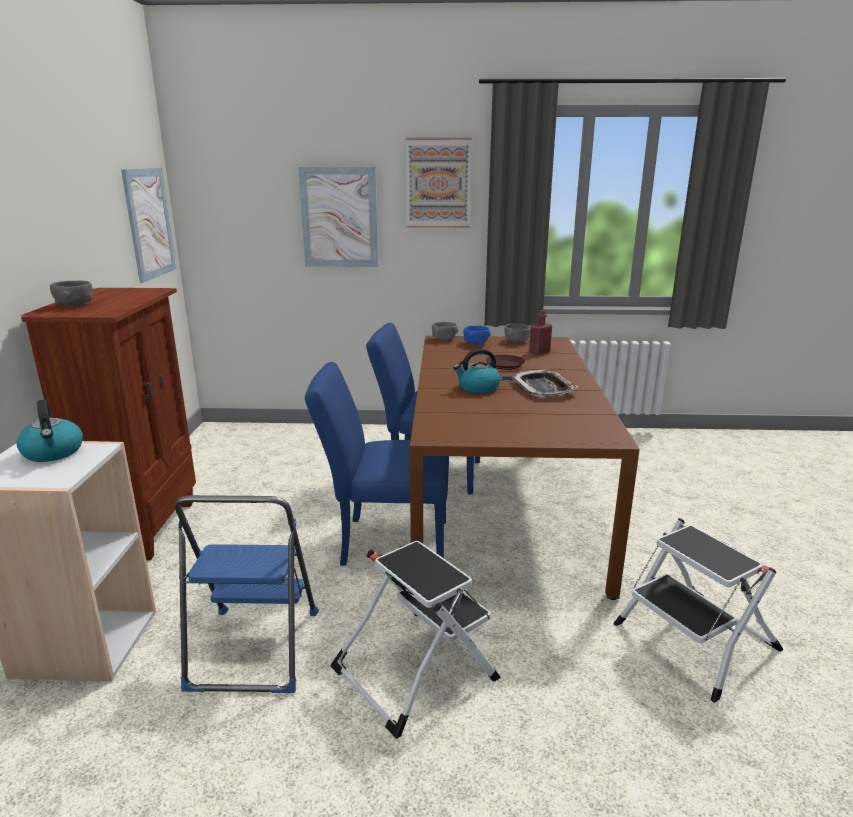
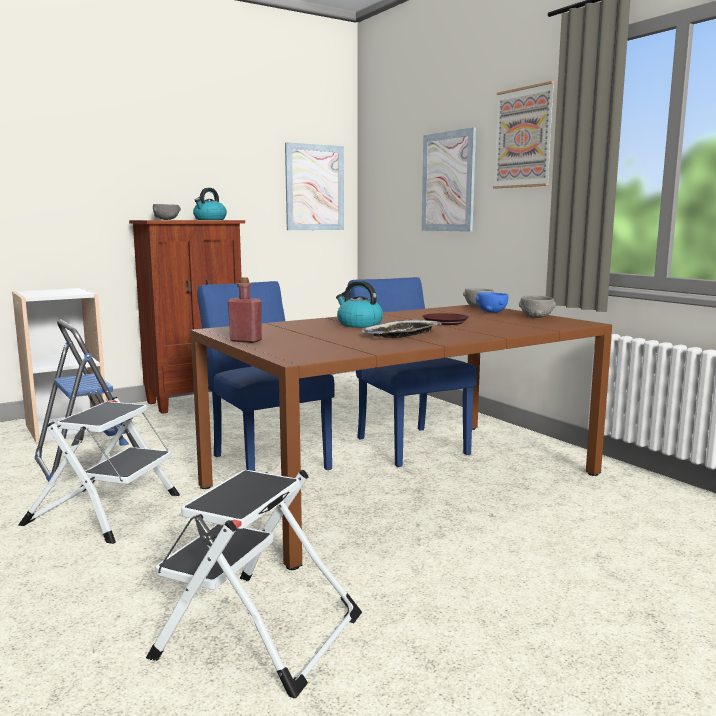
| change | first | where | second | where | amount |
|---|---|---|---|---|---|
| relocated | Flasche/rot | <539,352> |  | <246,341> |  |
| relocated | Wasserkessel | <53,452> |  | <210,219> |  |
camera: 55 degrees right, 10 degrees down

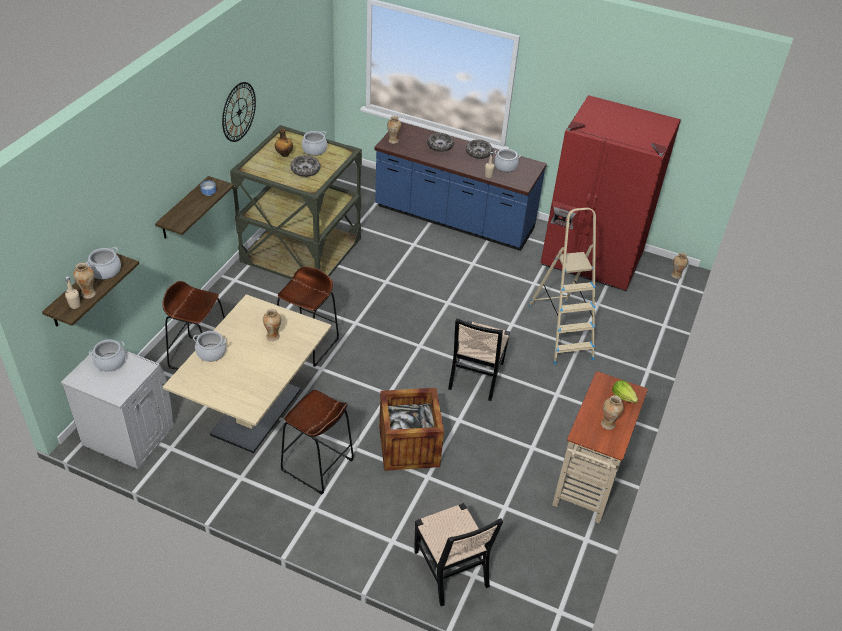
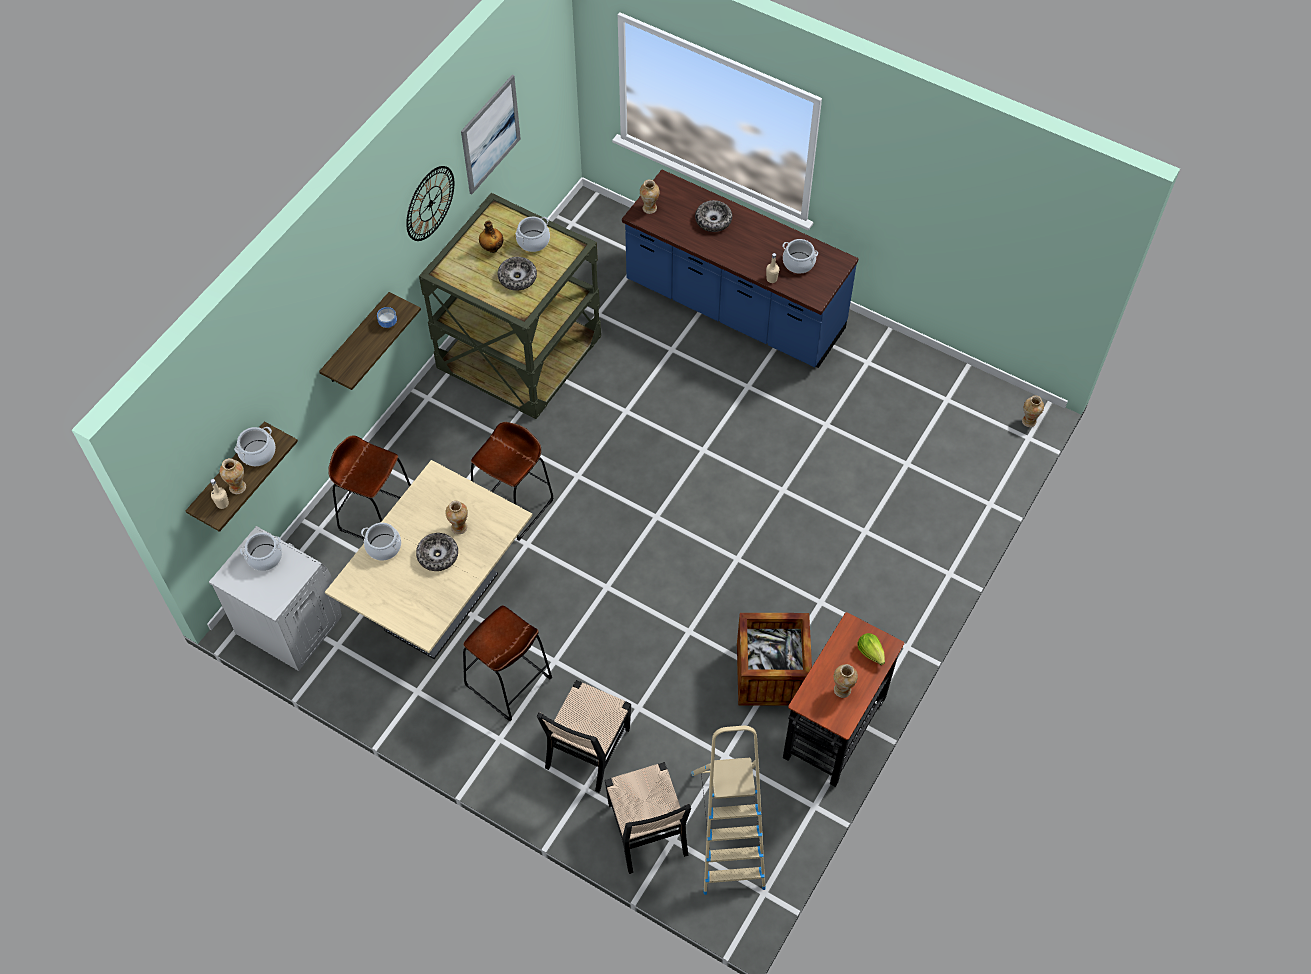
| change | first | where | second | where | amount |
|---|---|---|---|---|---|
| missing | Kühlschrank/rot | <591,260> |  |  |  |
| relocated | Schüssel | <478,152> |  | <438,555> |  |
| relocated | Trittleiter/beige | <560,331> |  | <728,830> |  |
| relocated | Stuhl | <476,376> |  | <588,749> |  |
| colour | Rollwagen/beige | <587,483> | Rollwagen/schwarz | <833,731> |  |
| relocated | Kiste | <409,446> |  | <771,674> |  |
| appeared |  |  | Bild | <490,134> |  |
camera: 10 degrees right, 15 degrees up

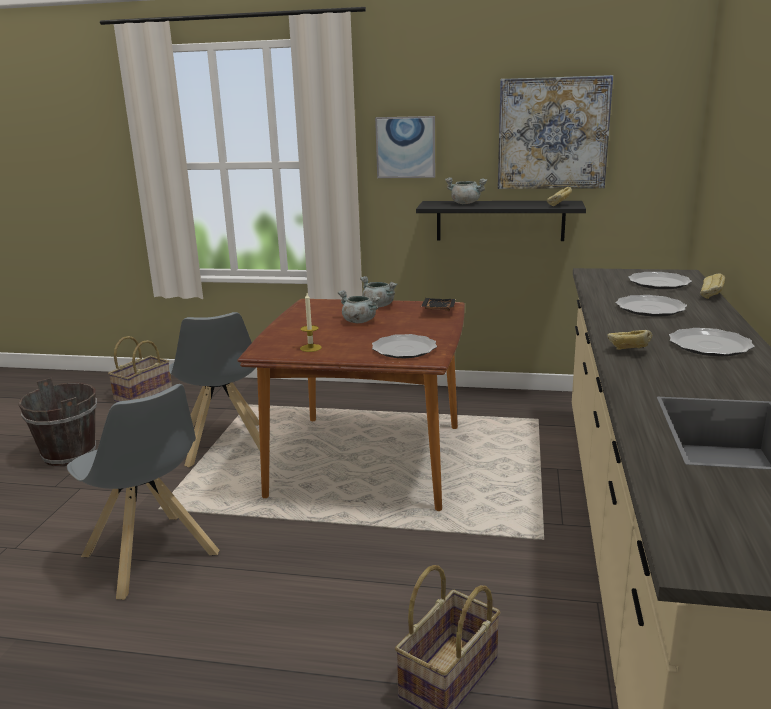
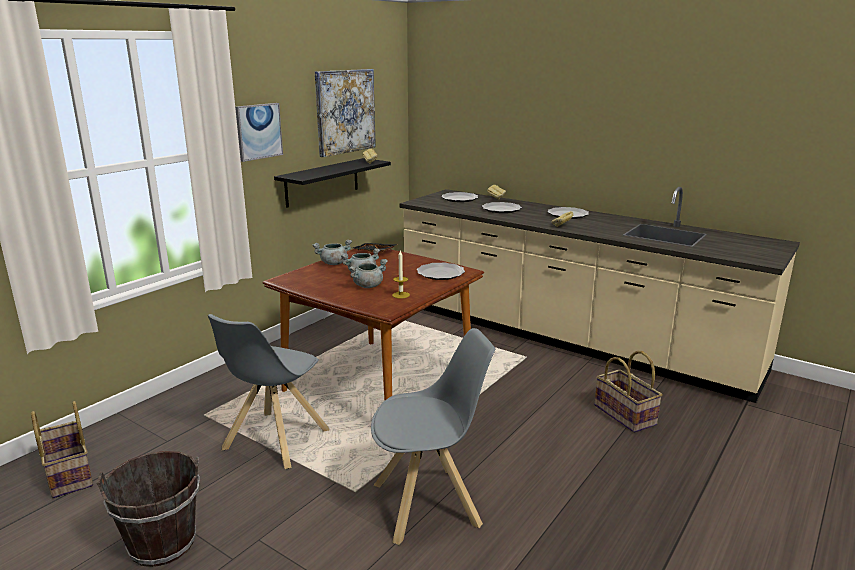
| change | first | where | second | where | amount |
|---|---|---|---|---|---|
| relocated | Kochtopf/grau | <466,203> |  | <368,286> |  |
| spun | Stuhl/grau | <224,445> |  | <274,440> | 105 degrees clockwise |
camera: 65 degrees left, 0 degrees up

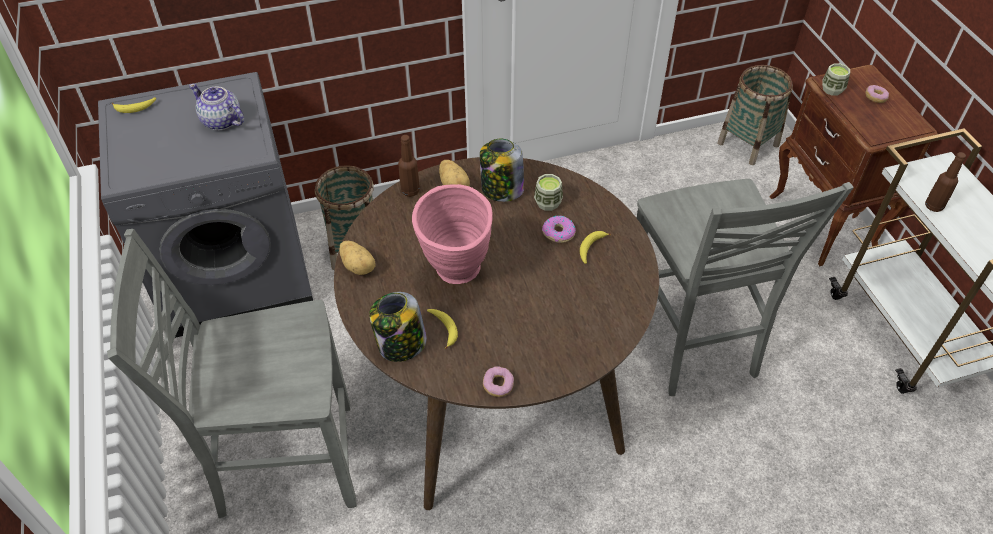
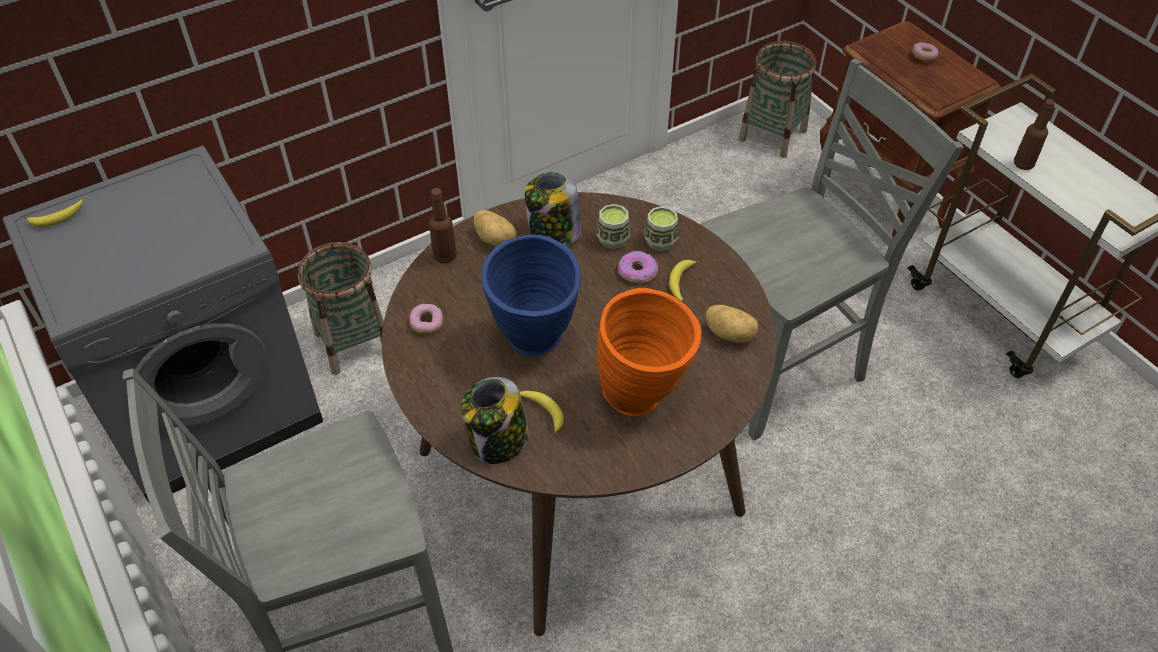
| change | first | where | second | where | amount |
|---|---|---|---|---|---|
| relocated | Tasse | <832,89> |  | <660,242> |  |
| missing | Teekanne | <221,121> |  |  |  |
| spun | Stuhl/grau | <691,340> |  | <779,369> | 90 degrees counterclockwise |
| colour | Vase/rosa | <456,276> | Vase/blau | <536,346> |  |
| relocated | Kartoffel | <359,266> |  | <730,333> |  |
| relocated | Donut | <498,385> |  | <427,324> |  |
| appeared |  |  | Vase/orange | <645,398> |  |
camera: 15 degrees left, 0 degrees up

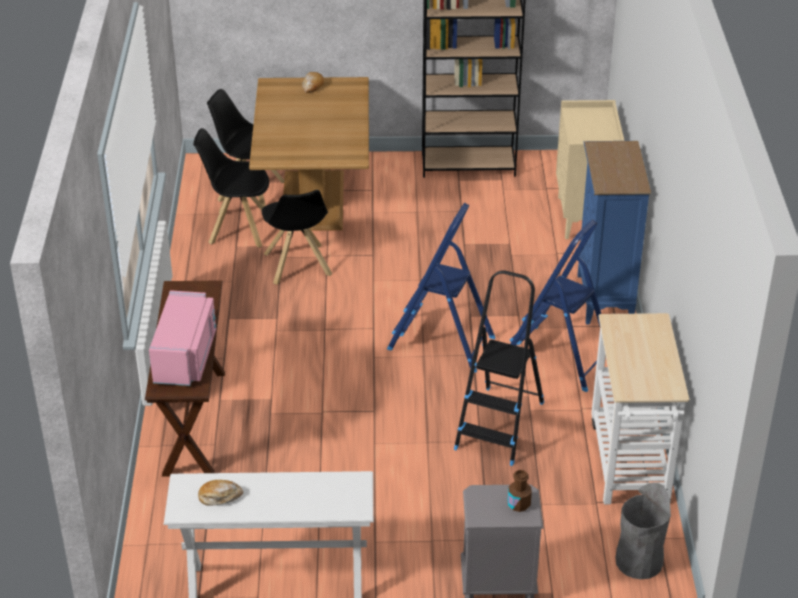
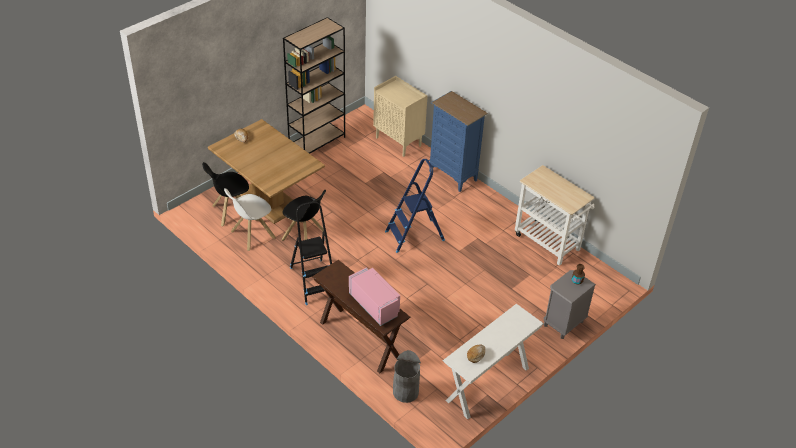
| change | first | where | second | where | amount |
|---|---|---|---|---|---|
| colour | Stuhl/schwarz | <237,229> | Stuhl/weiß | <251,235> |  |
| missing | Trittleiter/blau | <558,357> |  |  |  |
| relocated | Trittleiter/schwarz | <499,426> |  | <314,282> |  |
| relocated | Mülleimer/grau | <639,561> |  | <405,392> |  |
camera: 45 degrees left, 5 degrees up

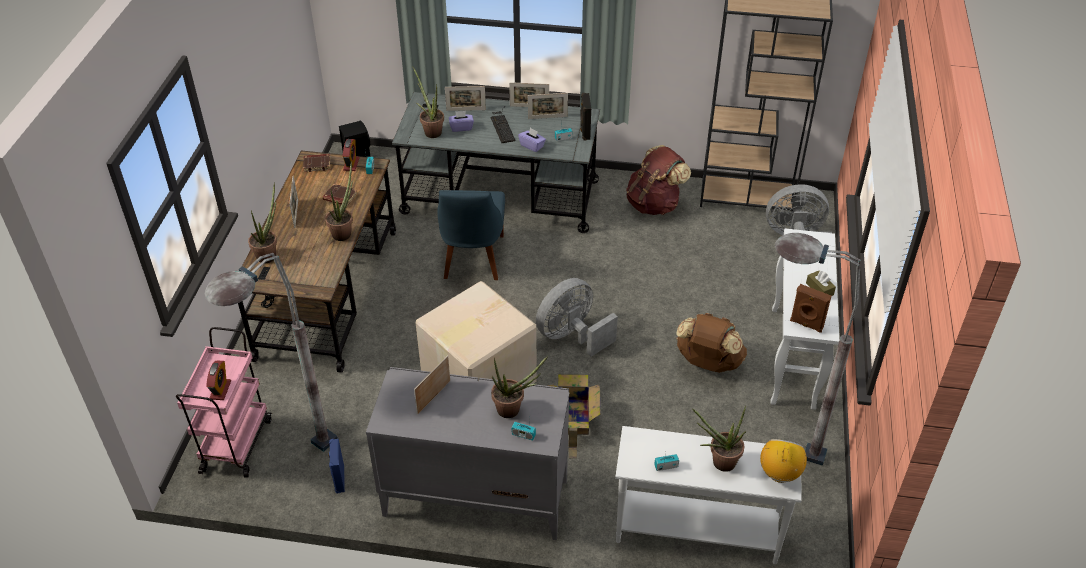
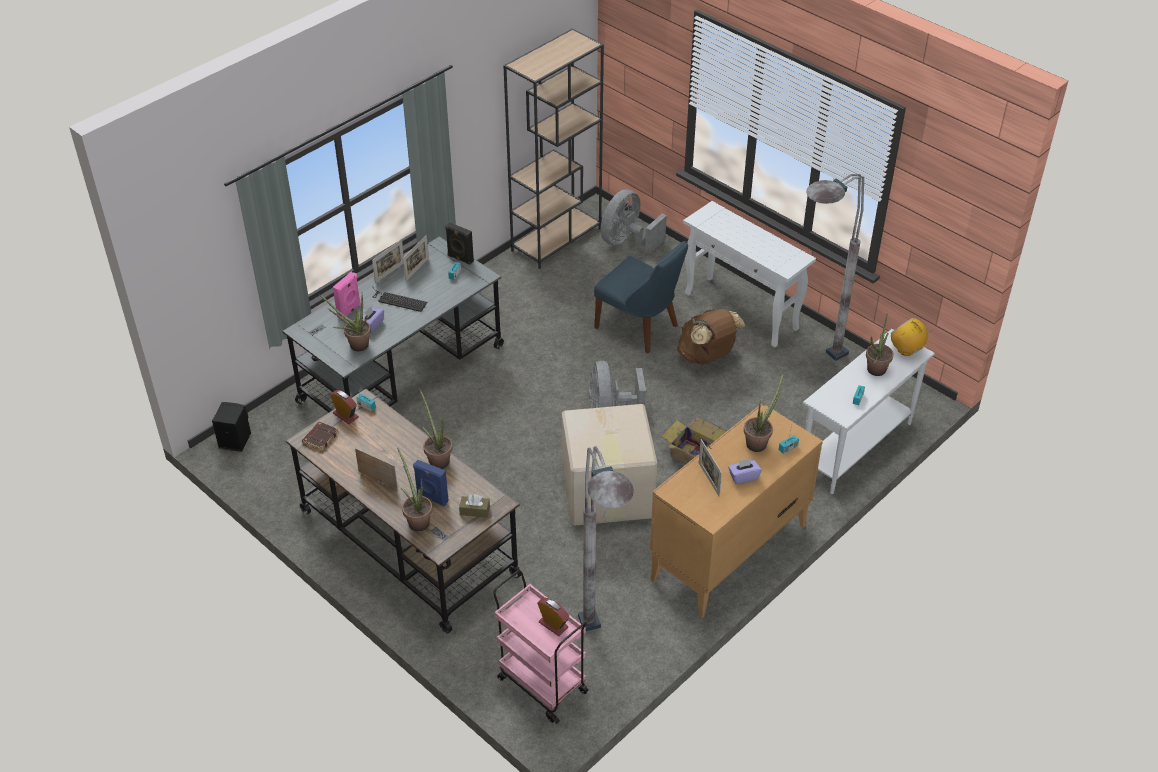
| change | first | where | second | where | amount |
|---|---|---|---|---|---|
| exchanged | Bilderrahmen | <466,110> | Lautsprecher/rosa | <350,311> |  |
| relocated | Taschentuchbox/lila | <532,146> |  | <743,477> |  |
| missing | Rucksack/braun | <654,204> |  |  |  |
| missing | Buch/braun | <339,197> |  |  |  |
| relocated | Stuhl/blau | <472,259> |  | <639,328> |  |
| relocated | Taschentuchbox/braun | <819,289> |  | <474,511> |  |
| missing | Lautsprecher/braun | <806,325> |  |  |  |
| colour | Schrank/grau | <475,497> | Schrank/braun | <728,553> |  |
| relocated | Lautsprecher/blau | <339,479> |  | <432,499> |  |
camera: 55 degrees left, 0 degrees up

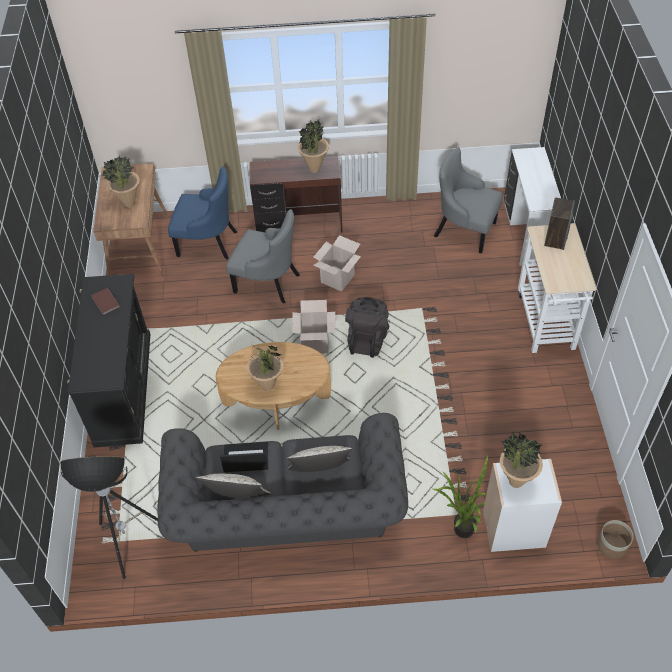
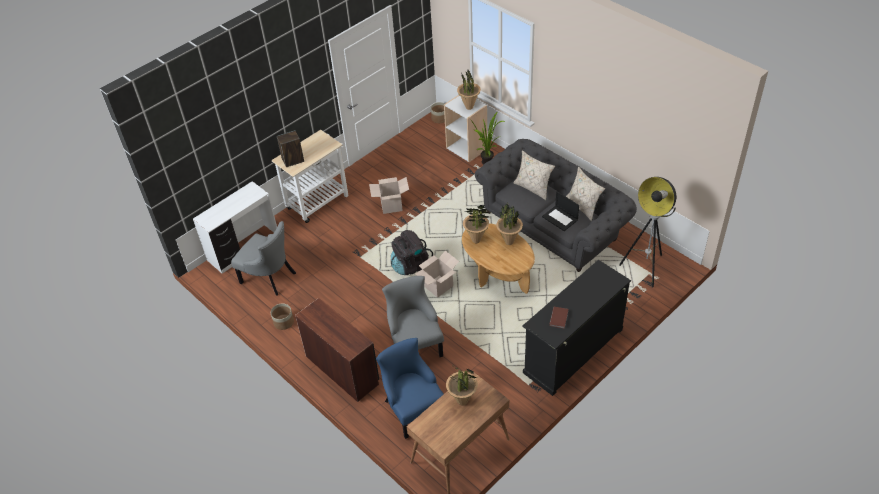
| change | first | where | second | where | amount |
|---|---|---|---|---|---|
| relocated | Topfpflanze | <314,169> |  | <476,240> |  |
| spun | Stuhl/grau | <465,231> |  | <268,277> | 45 degrees counterclockwise |
| relocated | Karton | <337,278> |  | <391,206> |  |
| appeared |  |  | Pflanzkübel | <283,322> |  |
camera: 130 degrees left, 5 degrees down

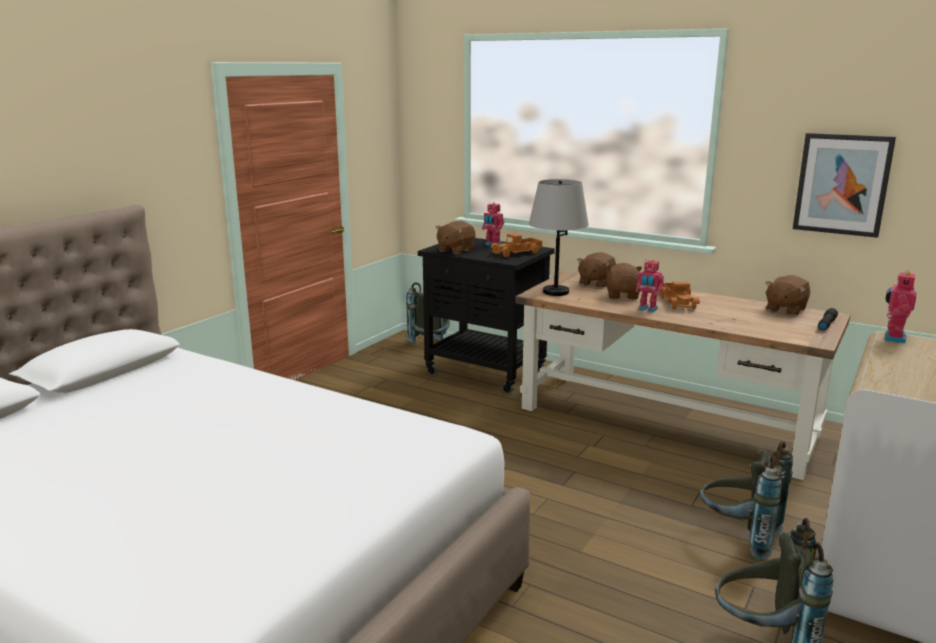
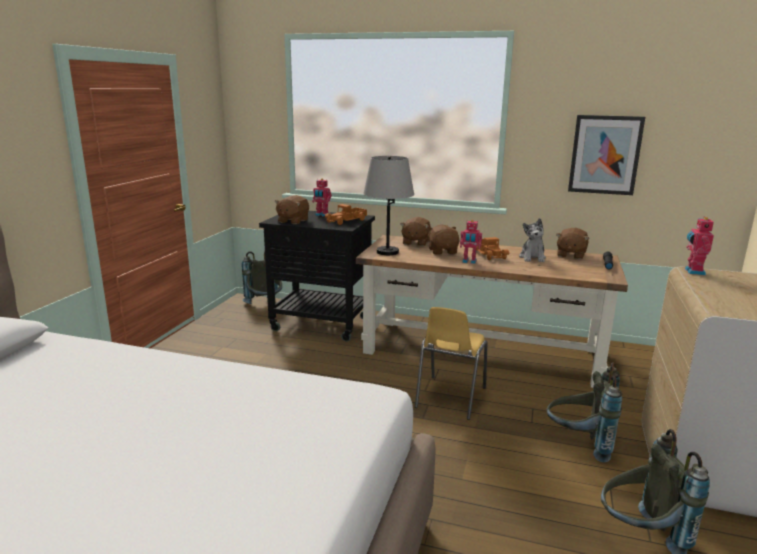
| change | first | where | second | where | amount |
|---|---|---|---|---|---|
| appeared |  |  | Plüschtier | <532,258> |  |
| appeared |  |  | Stuhl/gelb | <449,398> |  |
camera: 15 degrees left, 0 degrees up

